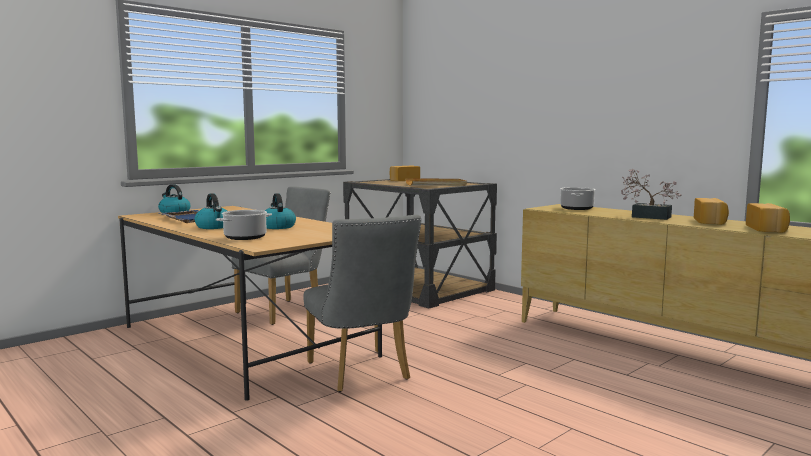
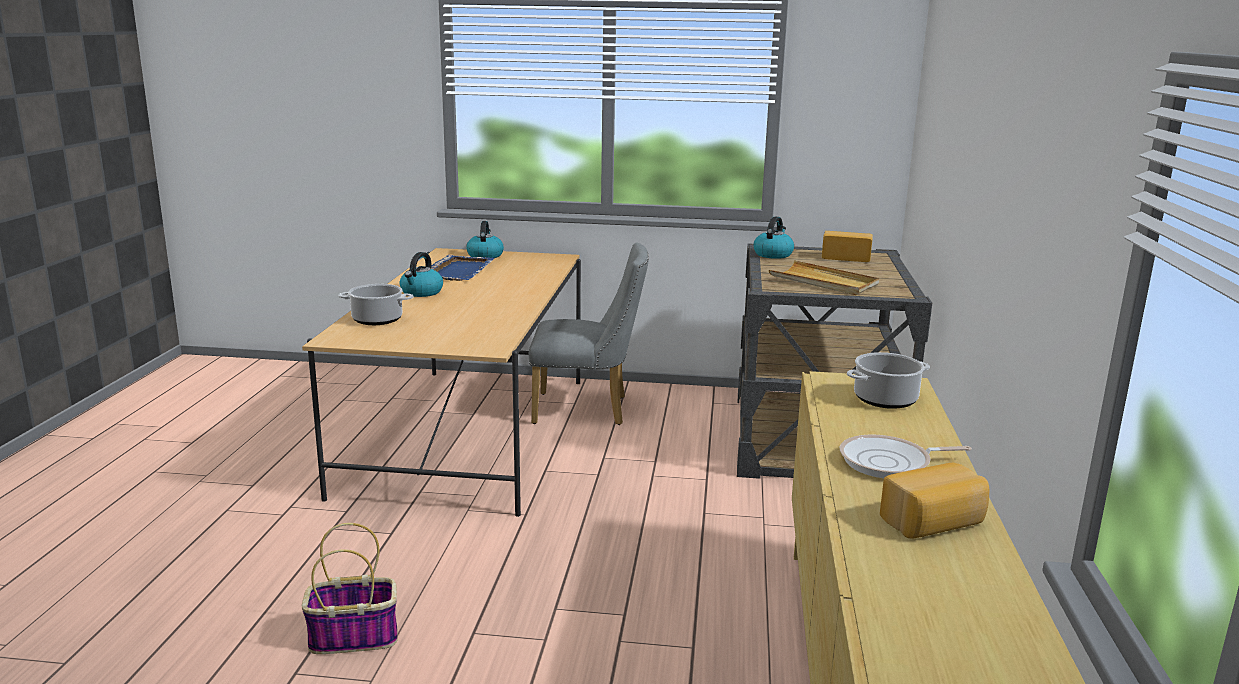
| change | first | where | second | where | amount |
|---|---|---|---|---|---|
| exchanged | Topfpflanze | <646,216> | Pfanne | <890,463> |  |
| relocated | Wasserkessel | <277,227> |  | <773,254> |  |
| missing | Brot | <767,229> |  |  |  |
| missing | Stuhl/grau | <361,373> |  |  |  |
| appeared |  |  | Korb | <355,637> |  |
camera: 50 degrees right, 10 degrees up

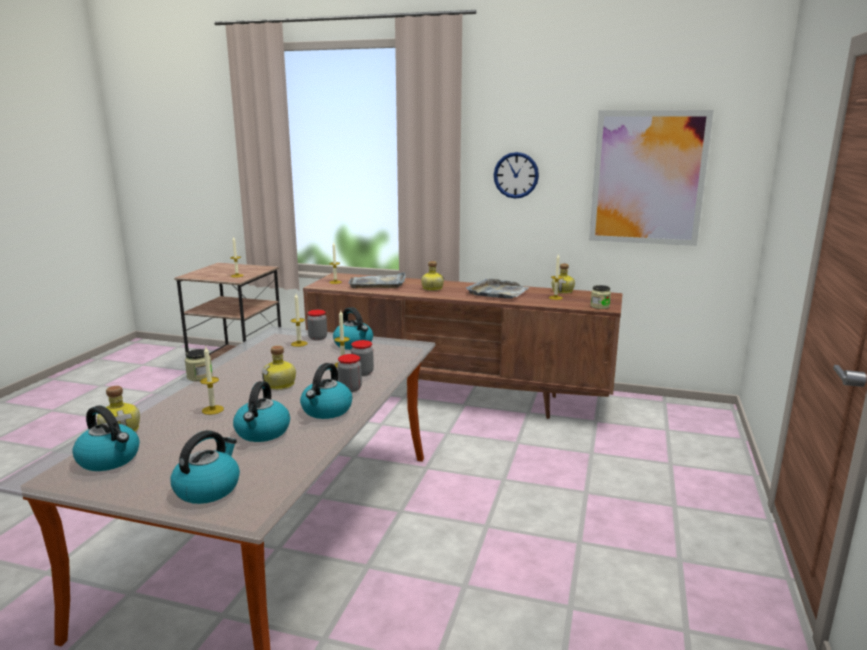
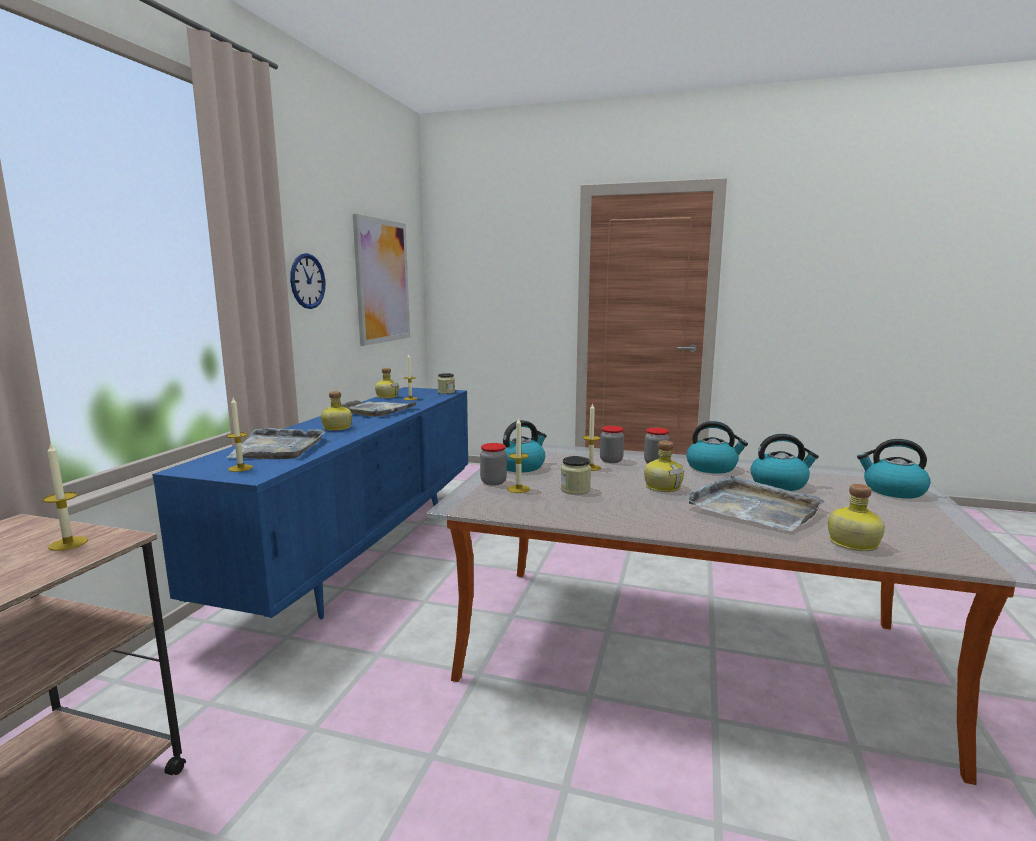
| change | first | where | second | where | amount |
|---|---|---|---|---|---|
| colour | Schrank/braun | <460,396> | Schrank/blau | <362,553> |  |
| exchanged | Kerze | <212,410> | Tablett/grau | <753,508> |  |
| relocated | Vorratsglas | <199,377> |  | <575,490> |  |
| missing | Wasserkessel | <110,459> |  |  |  |
camera: 90 degrees left, 5 degrees down

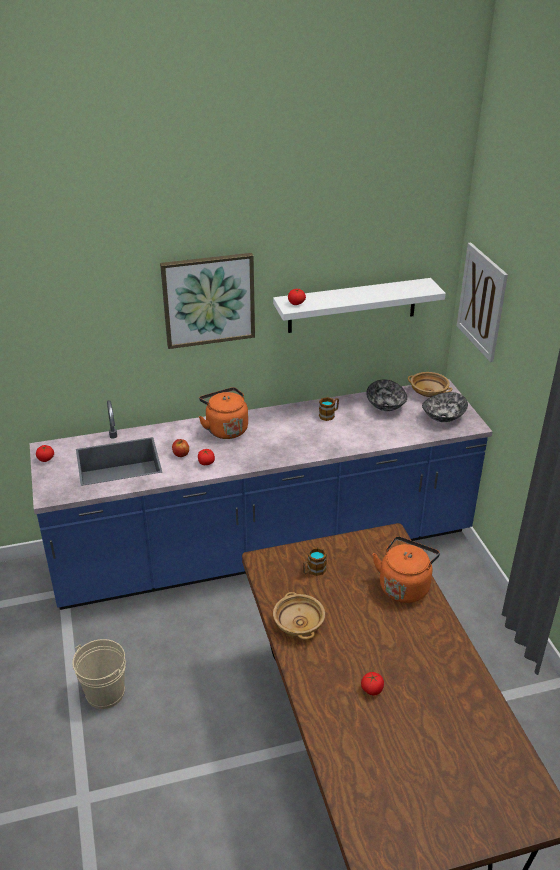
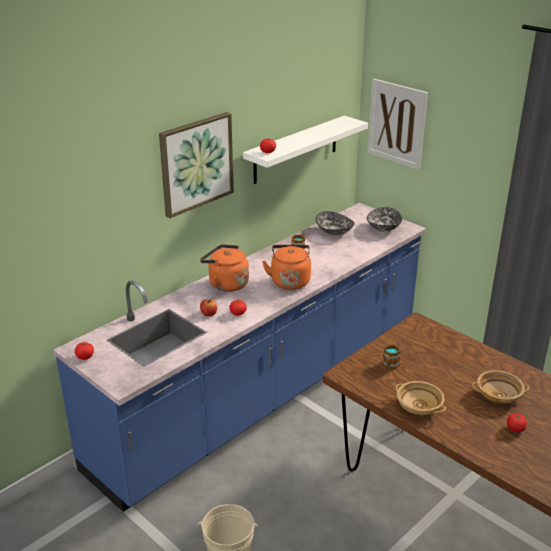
| change | first | where | second | where | amount |
|---|---|---|---|---|---|
| relocated | Schüssel/beige | <429,392> |  | <498,396> |  |
| relocated | Wasserkessel/orange | <404,586> |  | <290,281> |  |
camera: 30 degrees left, 5 degrees down

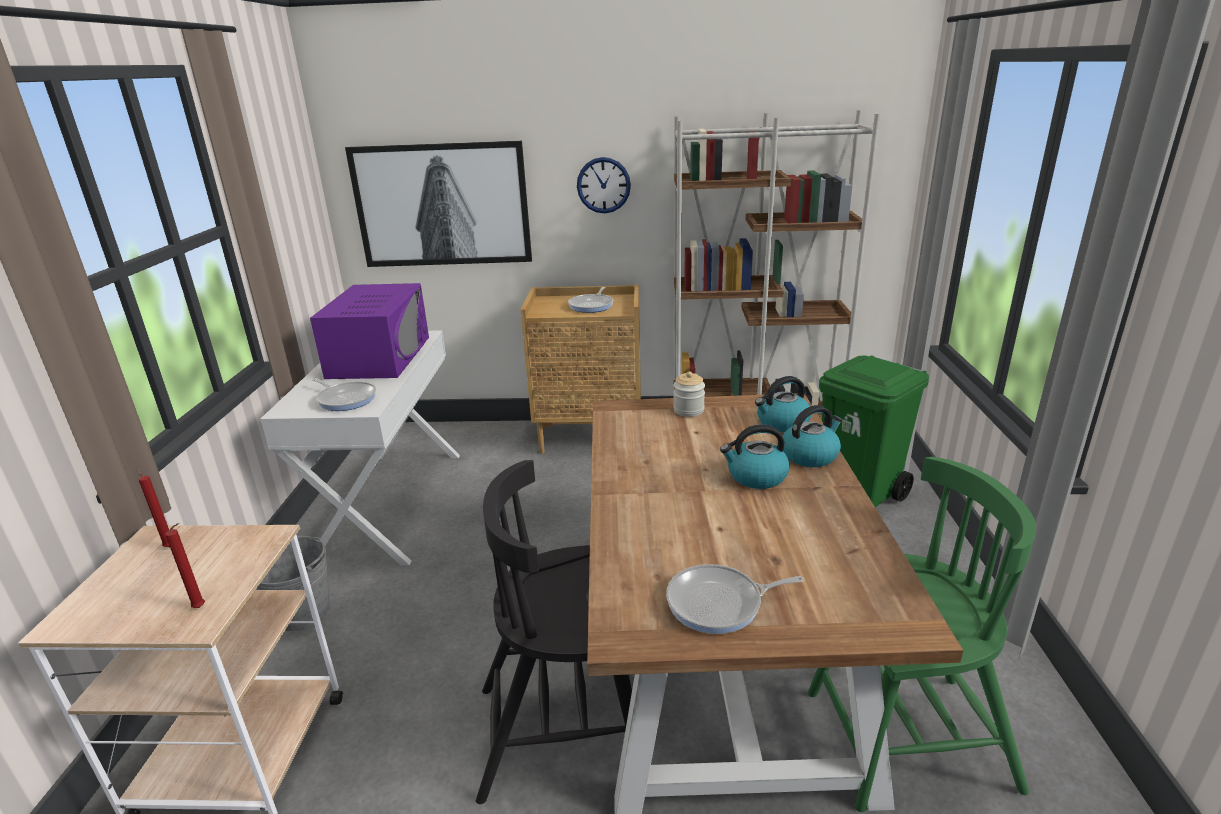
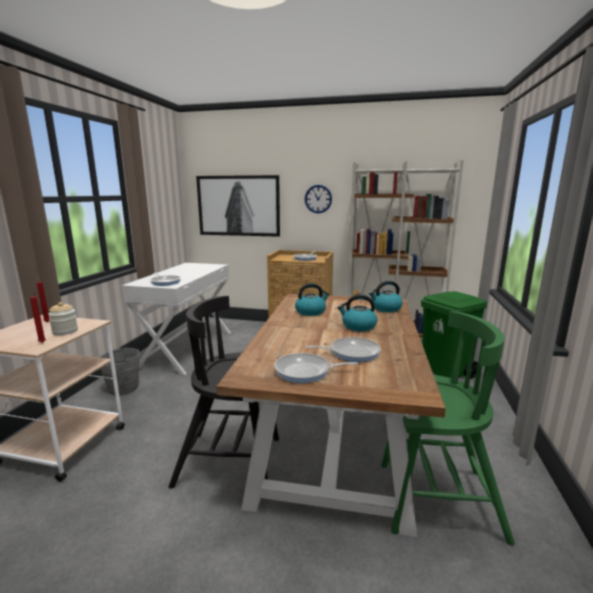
| change | first | where | second | where | amount |
|---|---|---|---|---|---|
| missing | Mikrowelle/lila | <380,357> |  |  |  |
| relocated | Vorratsglas | <688,410> |  | <65,331> |  |
| relocated | Wasserkessel | <810,455> |  | <311,311> |  |
| appeared |  |  | Pfanne | <351,352> |  |
camera: 10 degrees right, 10 degrees down

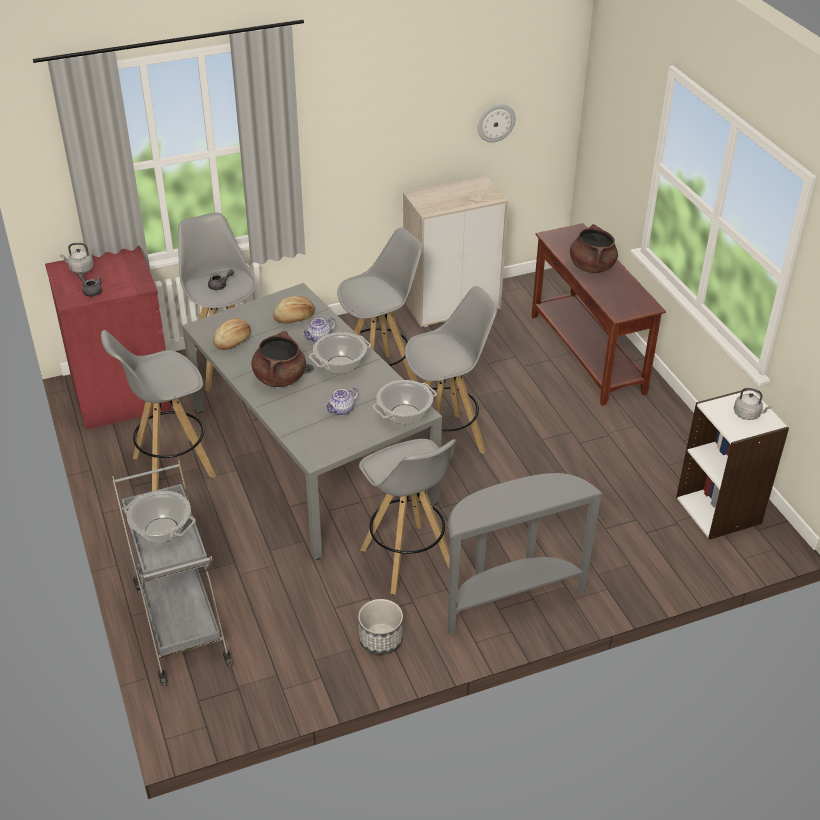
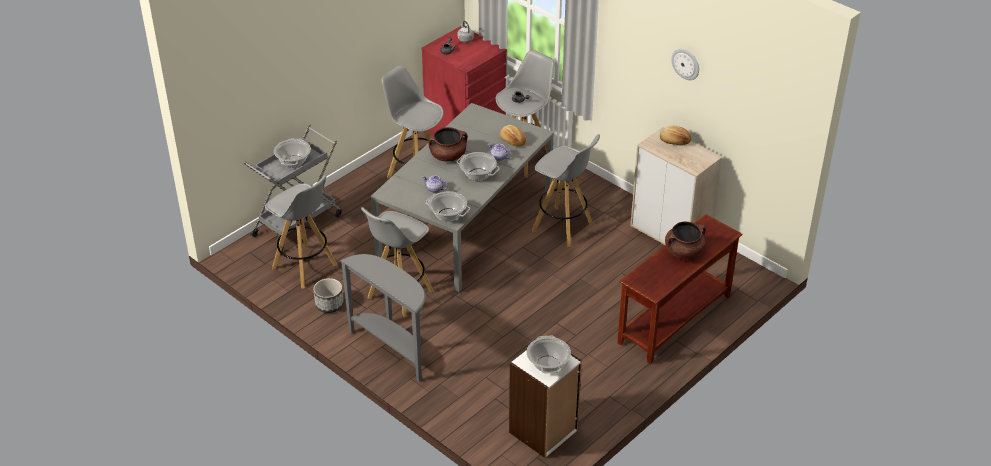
| change | first | where | second | where | amount |
|---|---|---|---|---|---|
| relocated | Wanduhr | <495,122> |  | <686,64> |  |
| relocated | Hocker/grau | <446,441> |  | <305,267> |  |
| relocated | Brot | <233,341> |  | <674,141> |  |
| exchanged | Wasserkessel/grau | <748,414> | Kochtopf | <548,364> |  |
camera: 65 degrees right, 0 degrees up

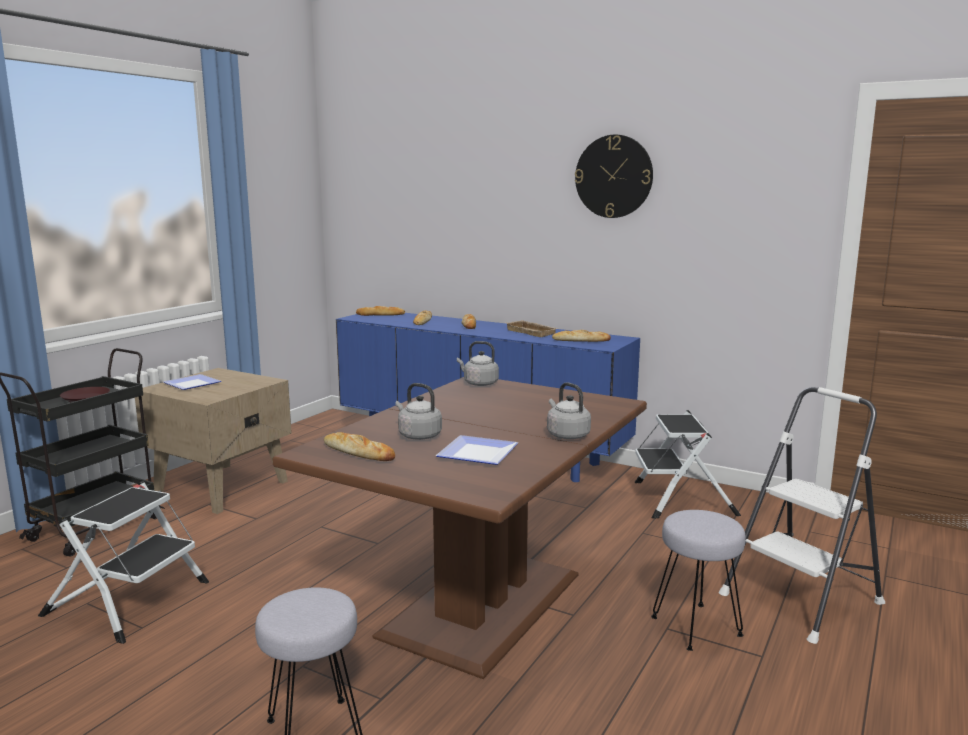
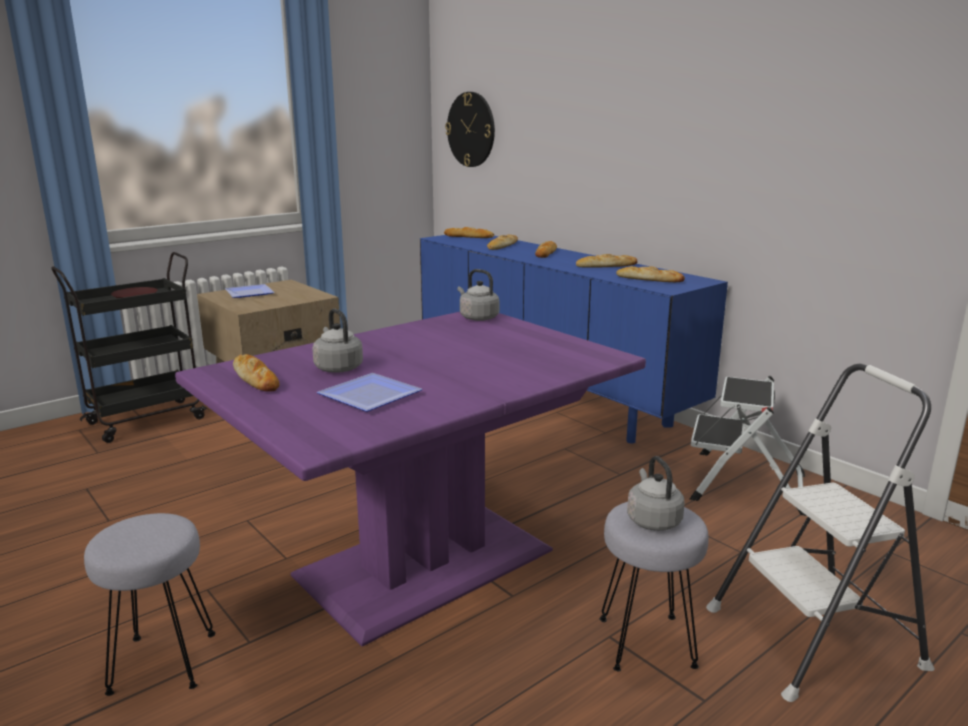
| change | first | where | second | where | amount |
|---|---|---|---|---|---|
| relocated | Wanduhr | <613,176> |  | <471,129> |  |
| exchanged | Tablett/beige | <533,332> | Brot | <606,266> |  |
| colour | Esstisch/braun | <480,604> | Esstisch/lila | <422,561> |  |
| relocated | Wasserkessel/grau | <566,435> |  | <652,520> |  |
| missing | Trittleiter | <127,600> |  |  |  |
camera: 20 degrees right, 5 degrees up

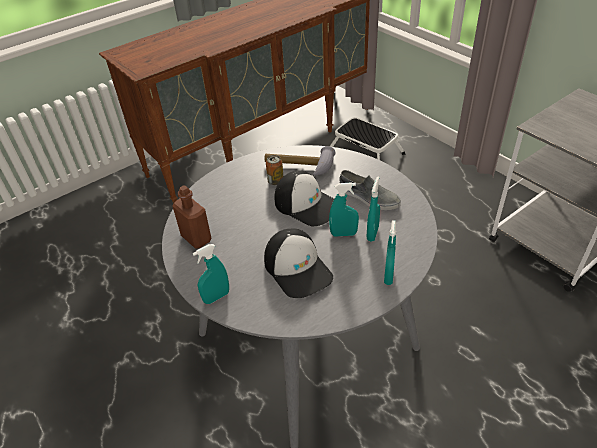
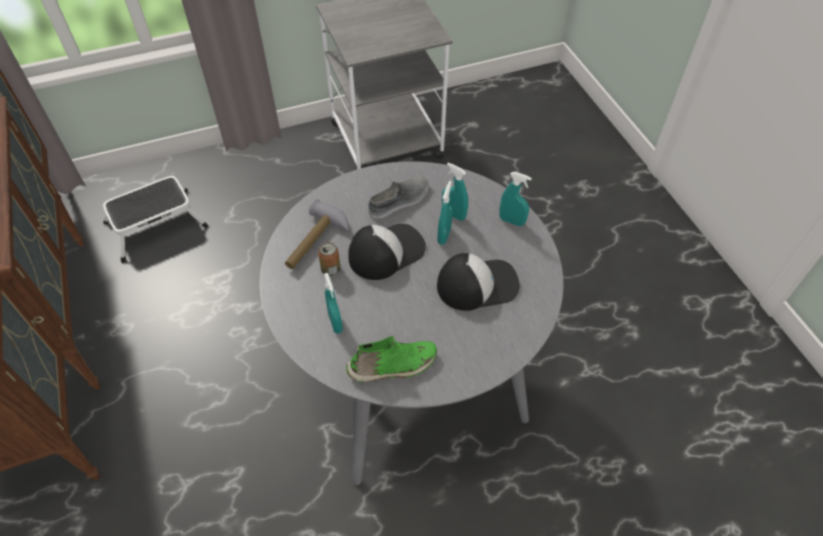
| change | first | where | second | where | amount |
|---|---|---|---|---|---|
| exchanged | Flasche/braun | <196,238> | Schuh/grün | <393,366> |  |
| relocated | Sprühflasche/türkis | <216,297> |  | <335,323> |  |
camera: 75 degrees left, 10 degrees up

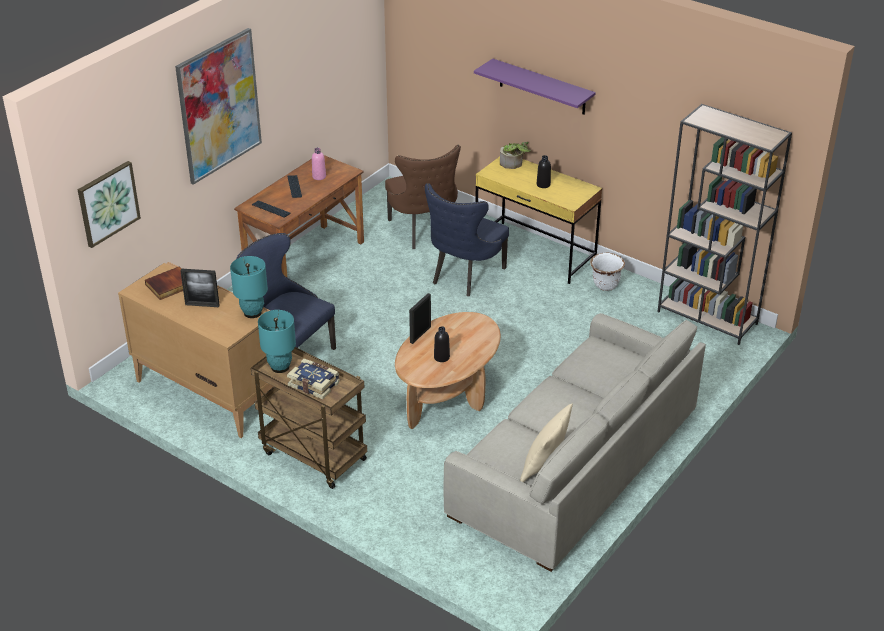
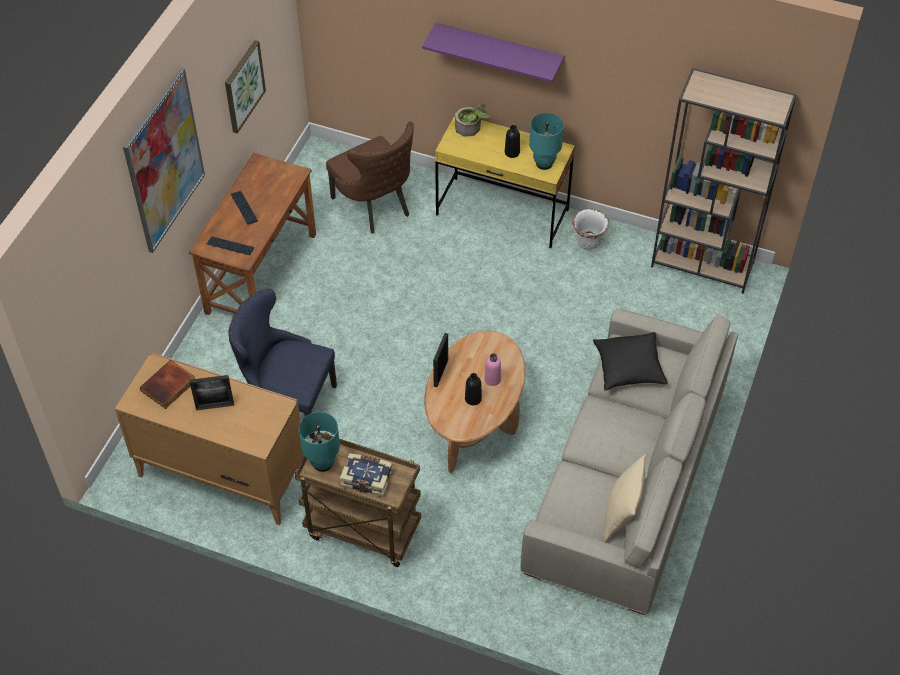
| change | first | where | second | where | amount |
|---|---|---|---|---|---|
| relocated | Flasche/rosa | <319,176> |  | <492,379> |  |
| relocated | Bild | <108,203> |  | <243,86> |  |
| missing | Stuhl/blau | <464,276> |  |  |  |
| relocated | Tischlampe/türkis | <252,313> |  | <544,163> |  |
| appeared |  |  | Kissen/schwarz | <629,368> |  |
camera: 15 degrees left, 15 degrees up

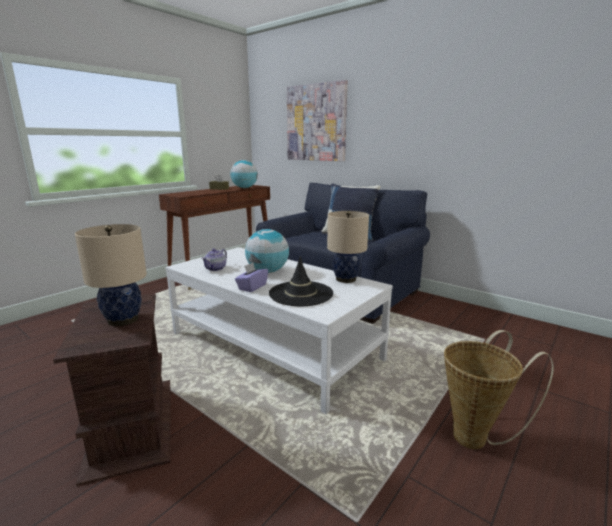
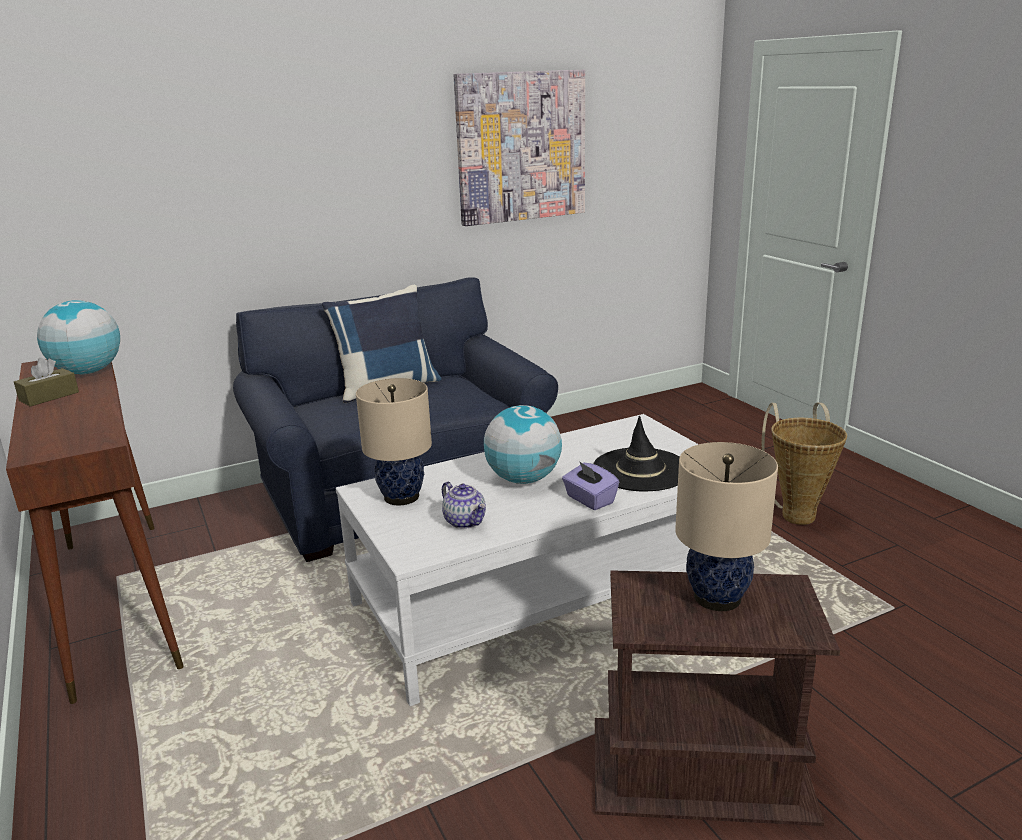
| change | first | where | second | where | amount |
|---|---|---|---|---|---|
| relocated | Bild | <316,123> |  | <521,147> |  |
| relocated | Tischlampe/beige | <345,279> |  | <401,497> |  |
camera: 65 degrees left, 5 degrees up

